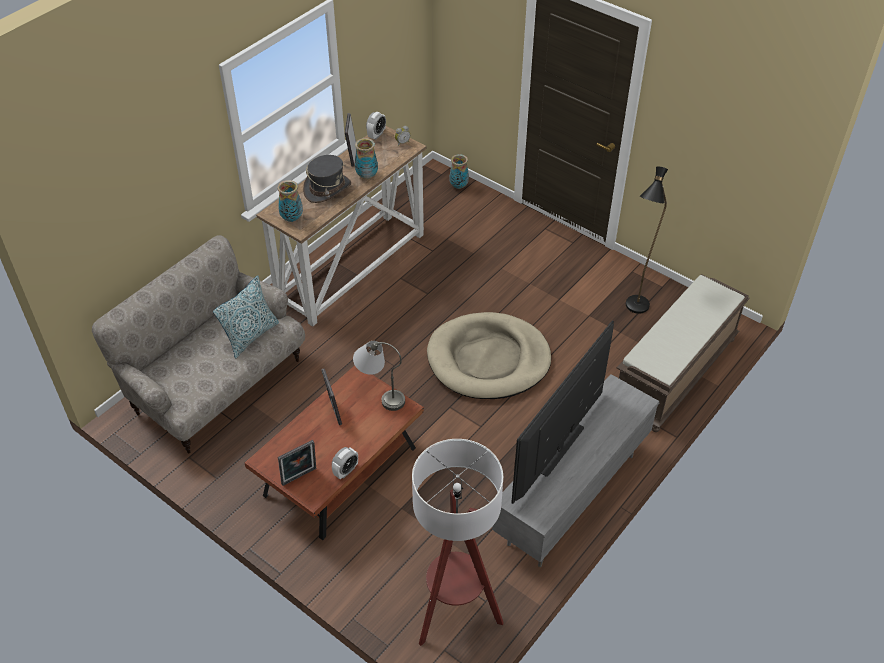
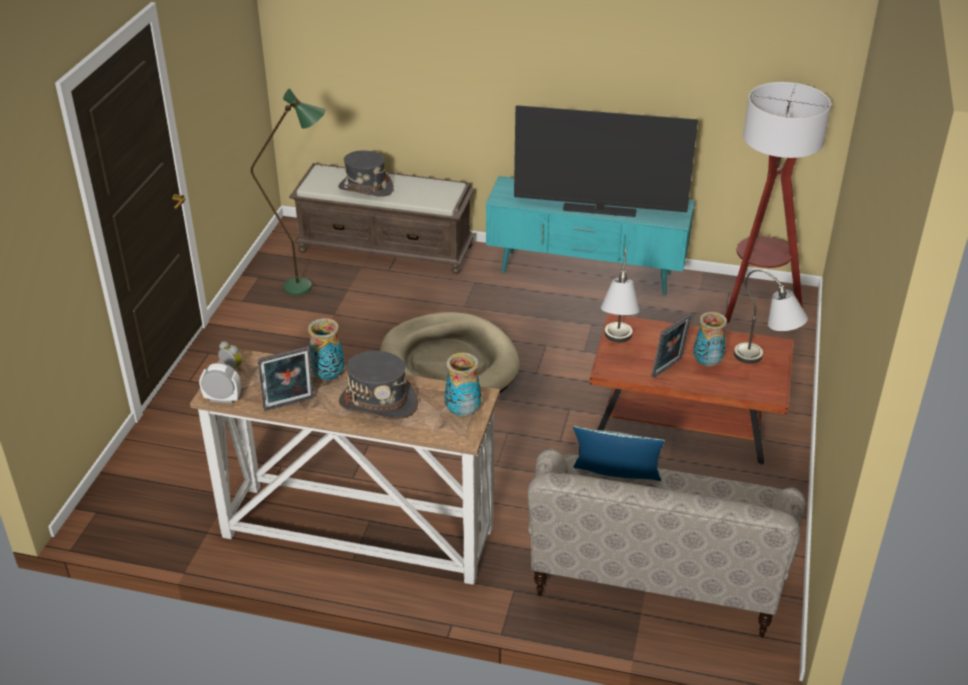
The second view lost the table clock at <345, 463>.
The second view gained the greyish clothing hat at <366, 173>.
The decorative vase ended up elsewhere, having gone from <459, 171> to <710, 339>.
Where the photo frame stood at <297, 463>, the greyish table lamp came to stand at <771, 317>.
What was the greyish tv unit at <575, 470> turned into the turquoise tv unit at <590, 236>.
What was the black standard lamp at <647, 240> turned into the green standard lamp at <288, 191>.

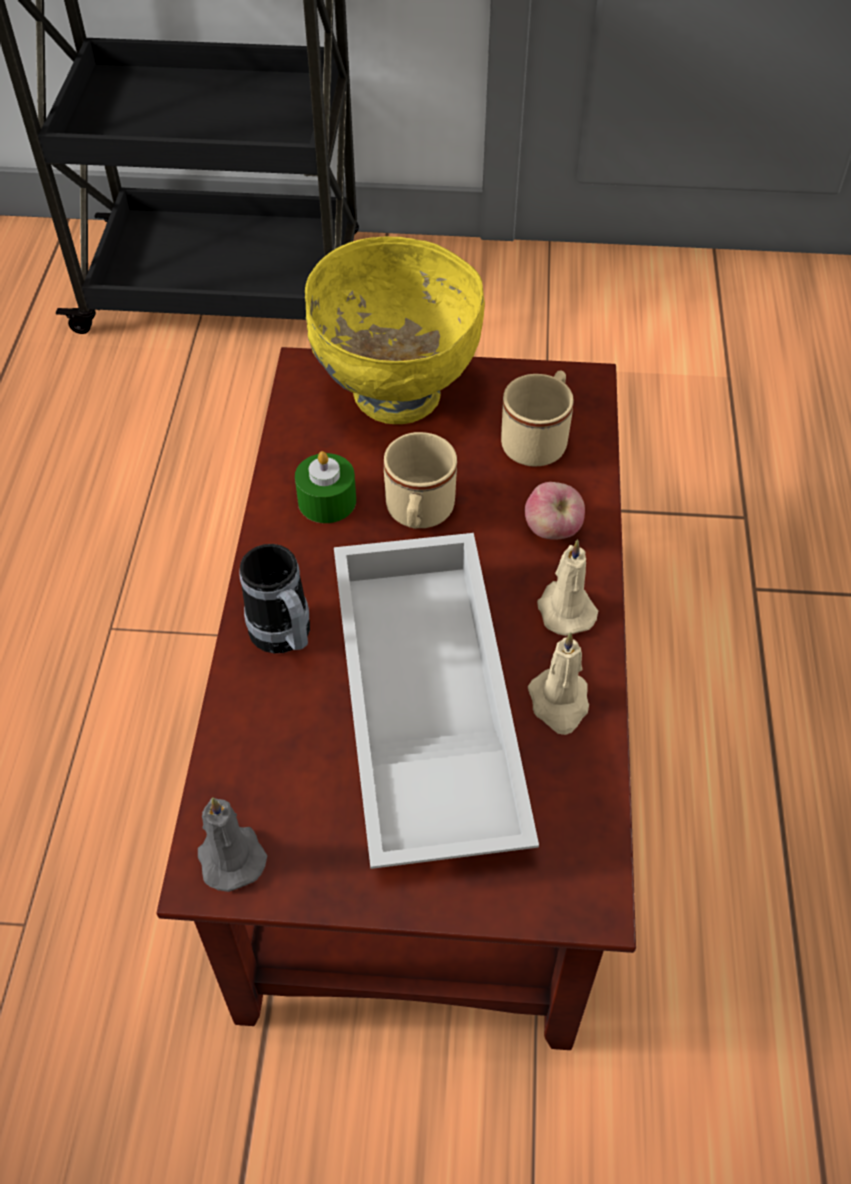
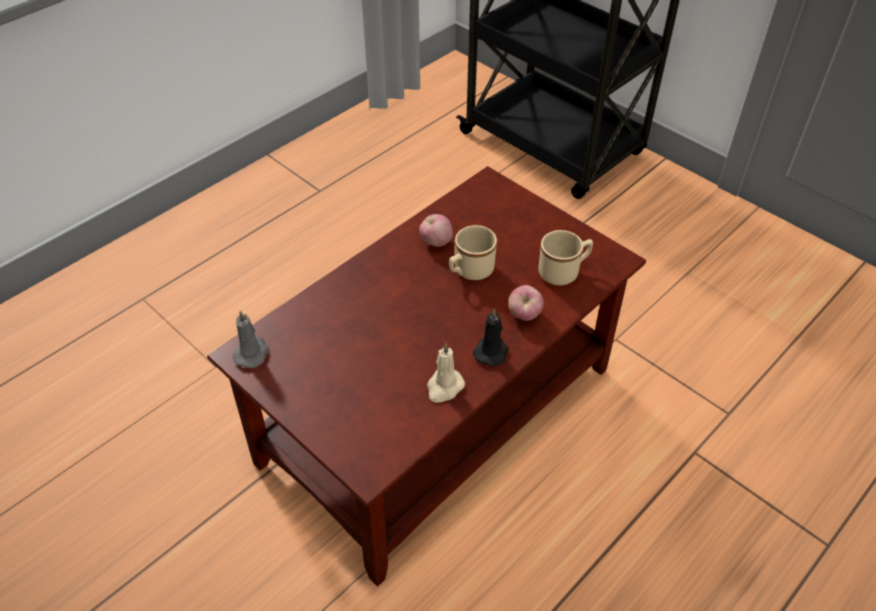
The second view lost the tea mug at <275, 598>.
The second view lost the yellow bowl at <395, 330>.
The second view lost the white-coloured serving tray at <436, 701>.
Where the green wax light stood at <325, 487>, the apple fruit came to stand at <436, 230>.
What was the beige wax light at <567, 587> turned into the black wax light at <490, 337>.

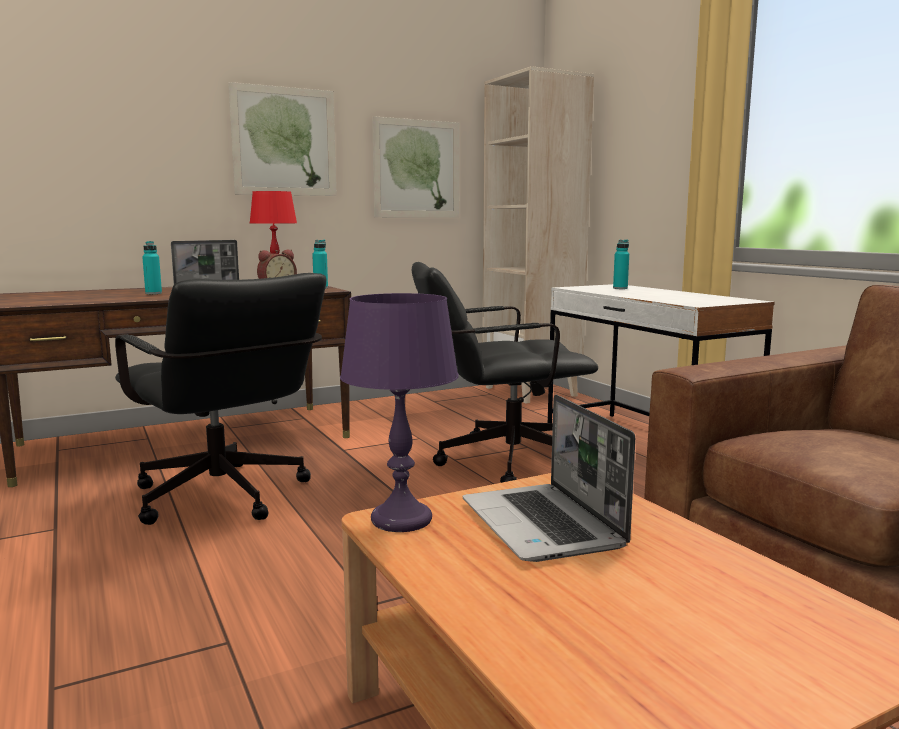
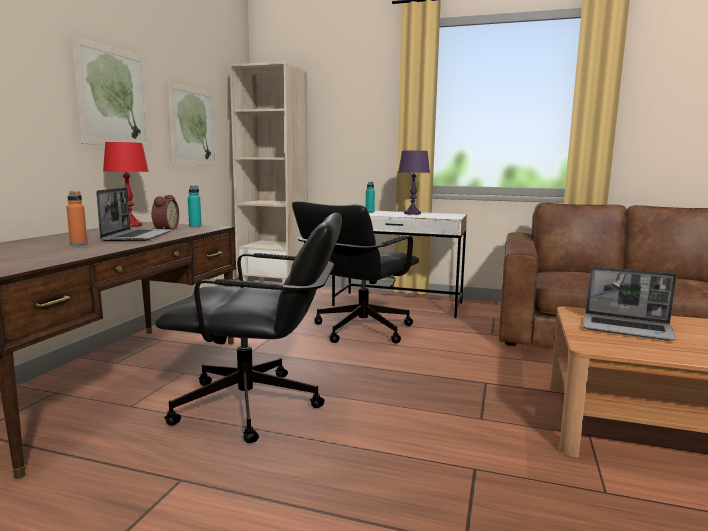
The purple-coloured table lamp ended up elsewhere, having gone from <399, 412> to <414, 183>.
What was the turquoise beverage bottle at <152, 267> turned into the orange beverage bottle at <77, 218>.

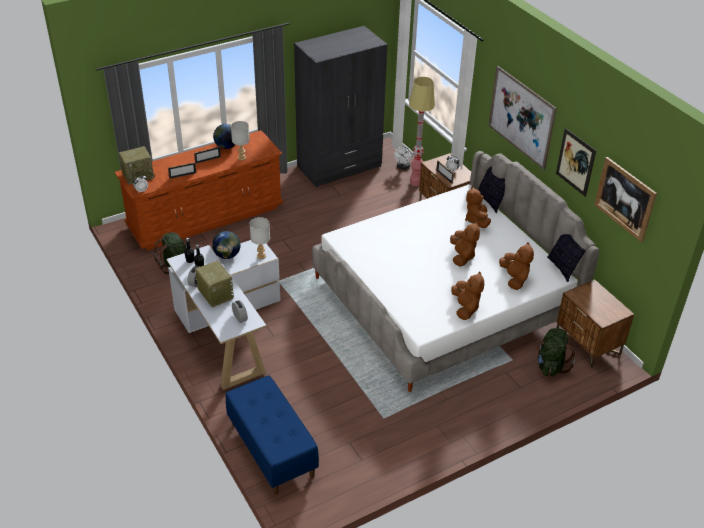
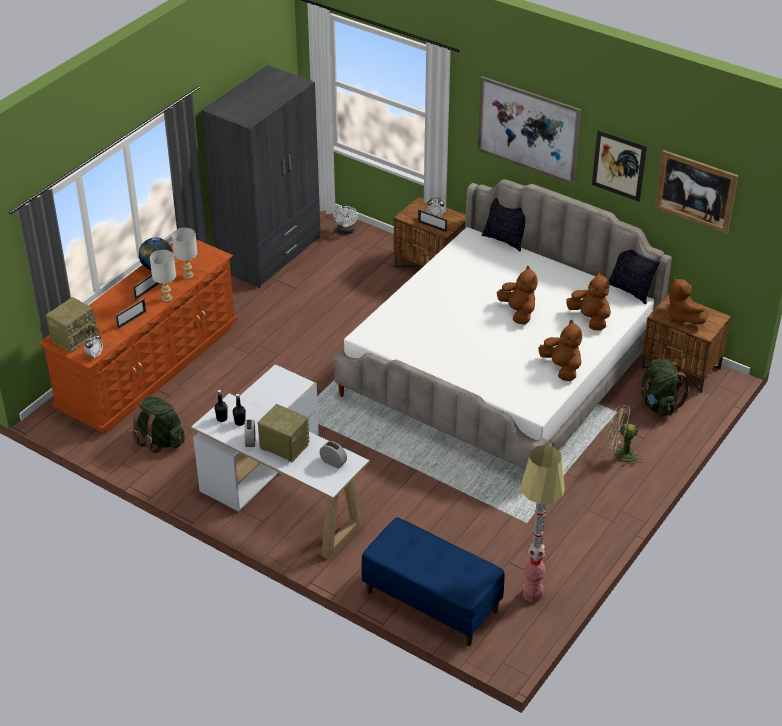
The second view lost the globe at <226, 245>.
The second view gained the green electric fan at <625, 436>.
The greyish table lamp ended up elsewhere, having gone from <260, 238> to <163, 276>.
The standard lamp ended up elsewhere, having gone from <422, 131> to <543, 524>.
The brownish soft toy ended up elsewhere, having gone from <478, 207> to <688, 300>.

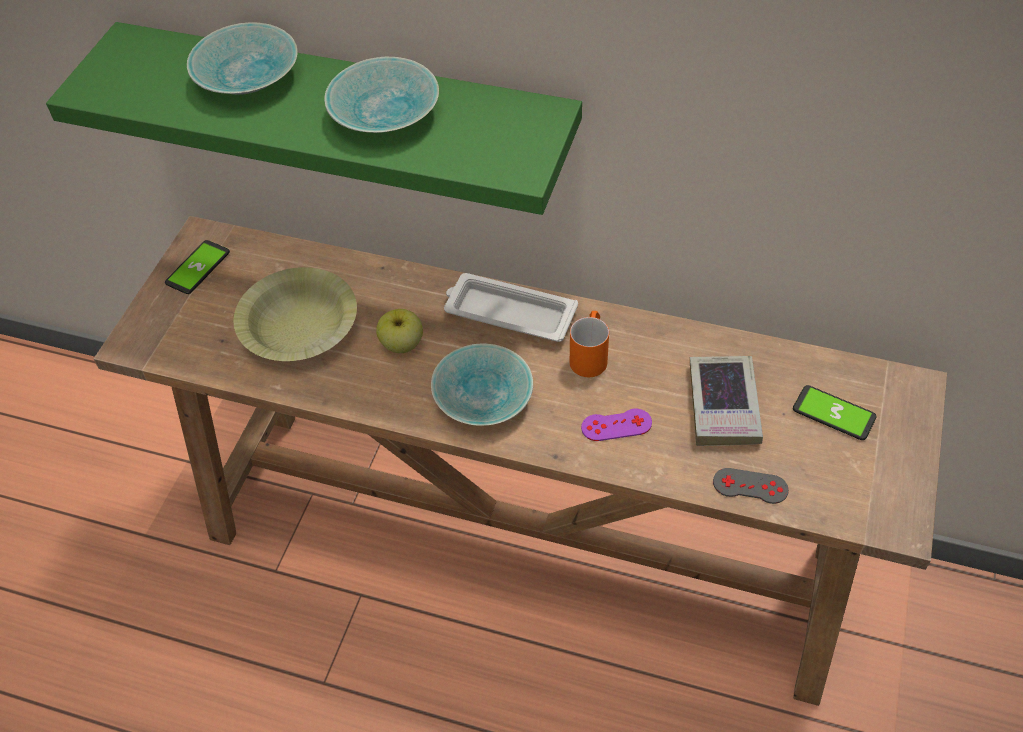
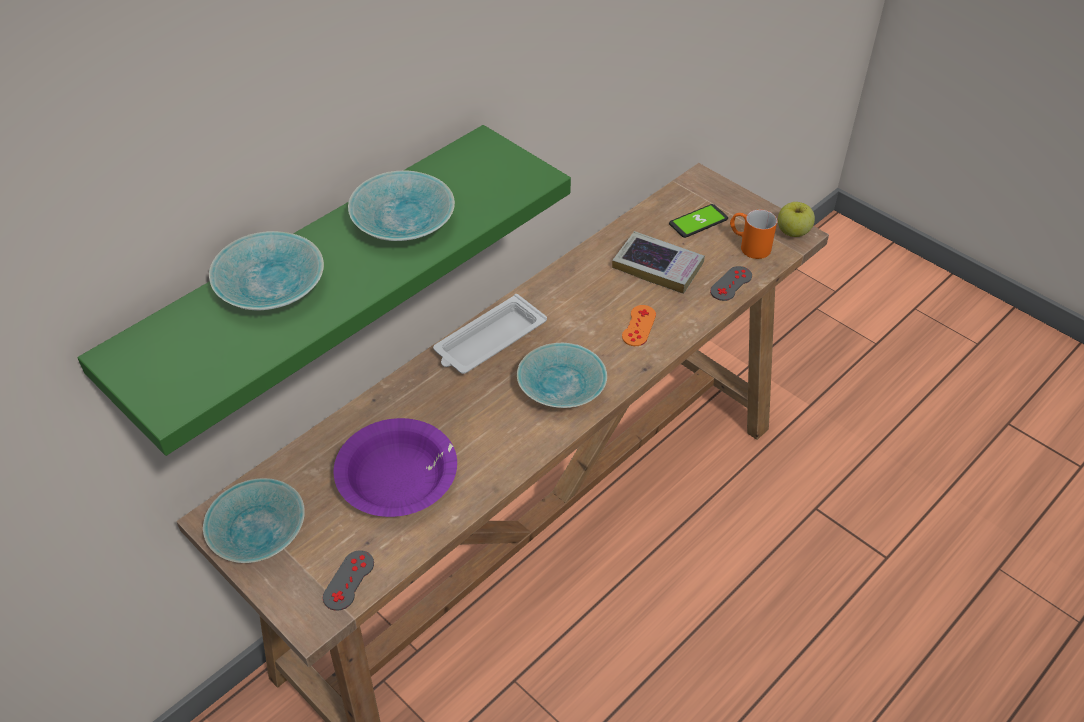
The second view gained the greyish game controller at <348, 580>.
The apple fruit ended up elsewhere, having gone from <399, 331> to <796, 219>.
The orange tea mug ended up elsewhere, having gone from <589, 344> to <753, 234>.
Where the handset stood at <197, 267>, the turquoise bowl came to stand at <254, 520>.
What was the yellow bowl at <295, 314> turned into the purple-coloured bowl at <395, 467>.
What was the purple-coloured game controller at <616, 425> turned into the orange game controller at <639, 325>.

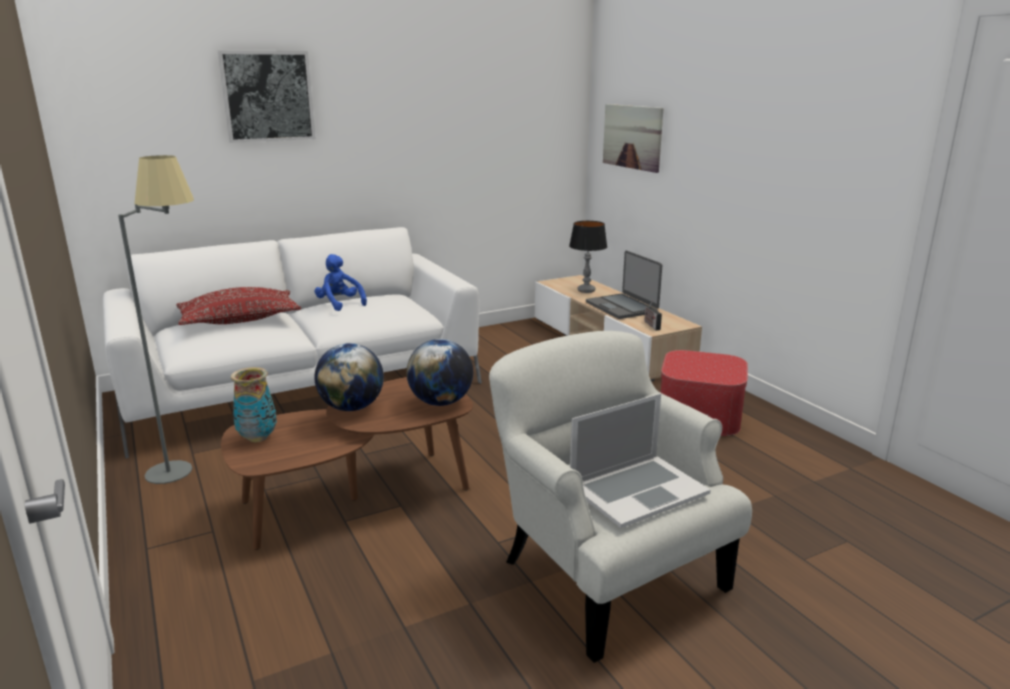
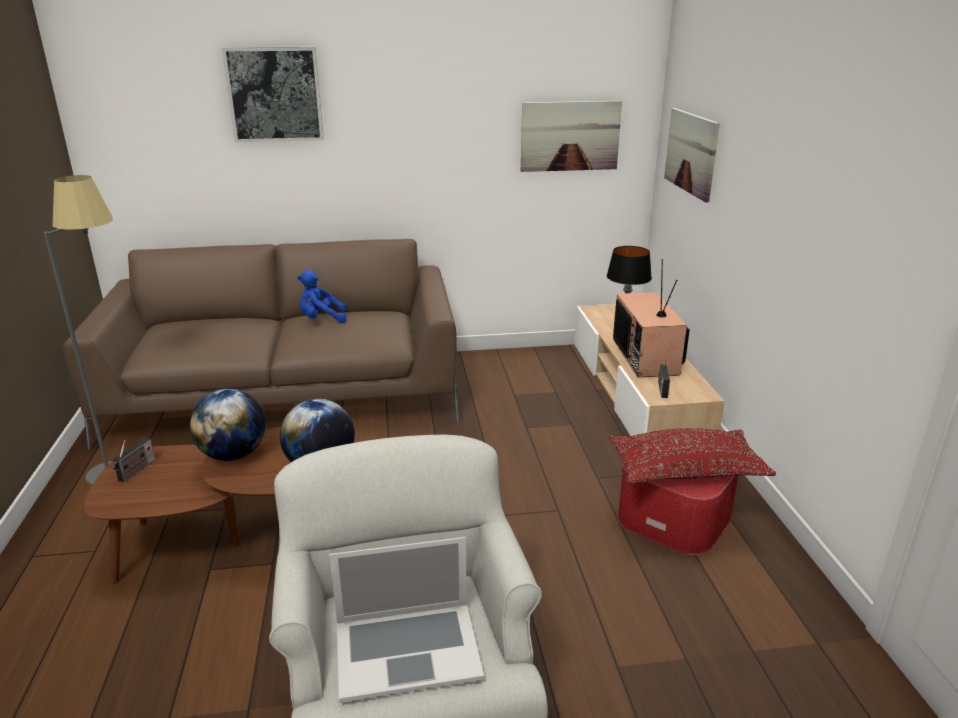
The second view gained the picture at <571, 136>.
The red-coloured throw pillow ended up elsewhere, having gone from <238, 306> to <692, 456>.
Where the decorative vase stood at <254, 404>, the radio came to stand at <133, 460>.
Where the portable computer stood at <624, 284>, the TV came to stand at <651, 318>.
What was the white-coloured settee at <292, 342> turned into the brownish settee at <261, 344>.
The blue-coloured soft toy at <341, 282> ended up facing another way, 75 degrees counterclockwise from before.

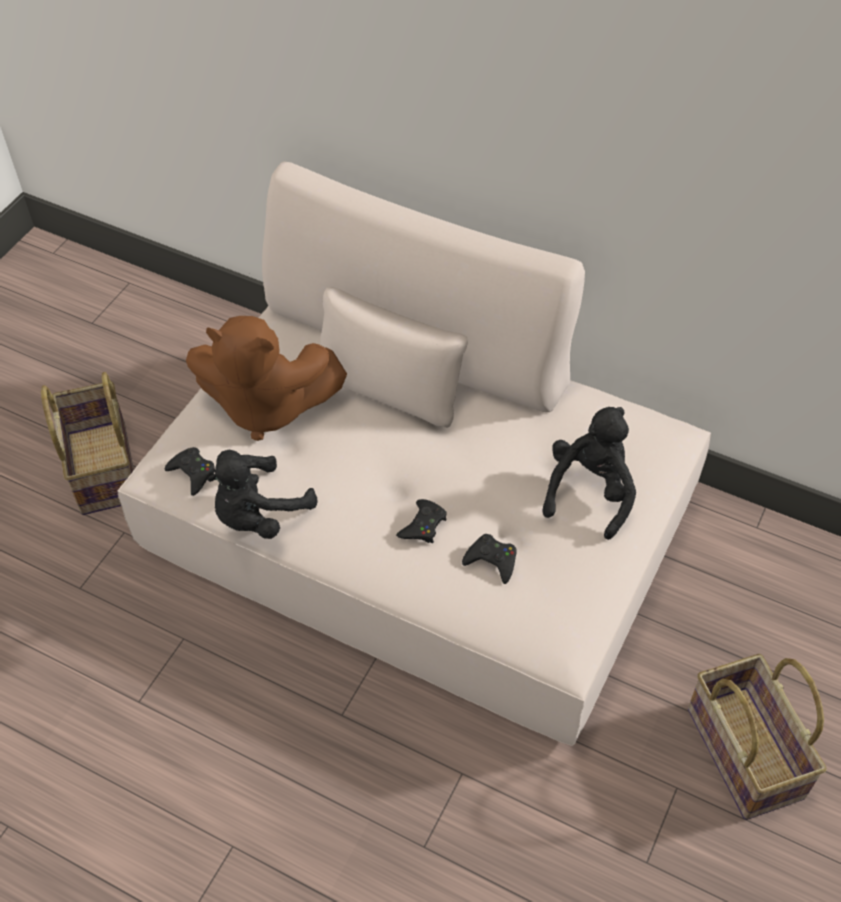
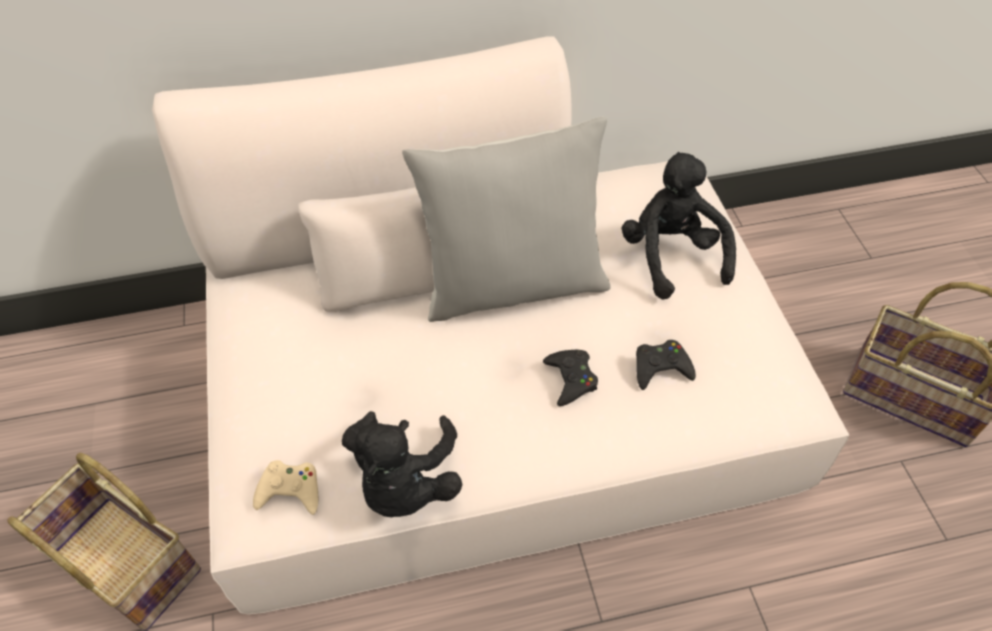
The second view lost the brownish soft toy at <266, 378>.
The second view gained the greyish throw pillow at <506, 219>.
What was the black game controller at <190, 471> turned into the beige game controller at <286, 487>.

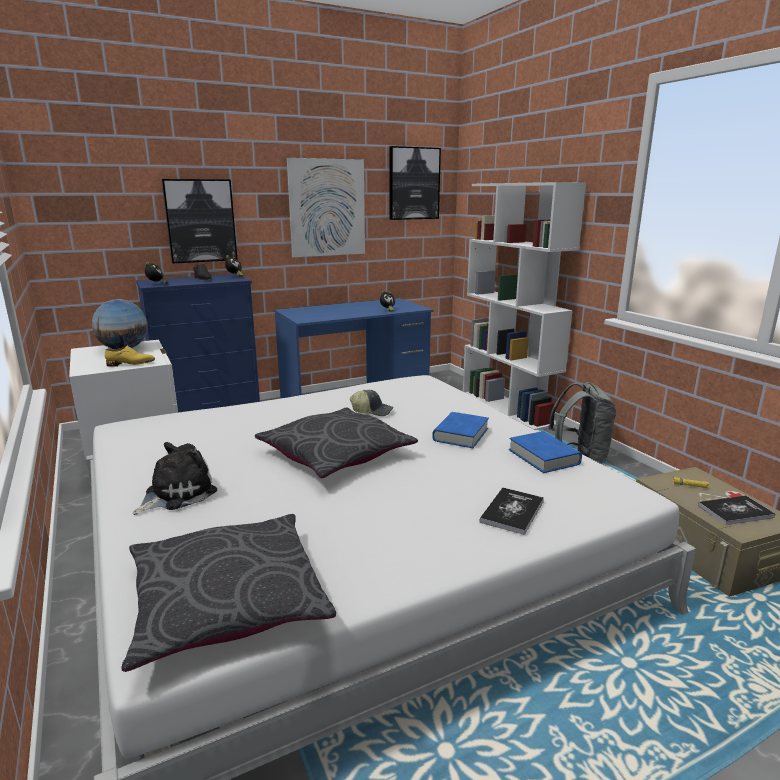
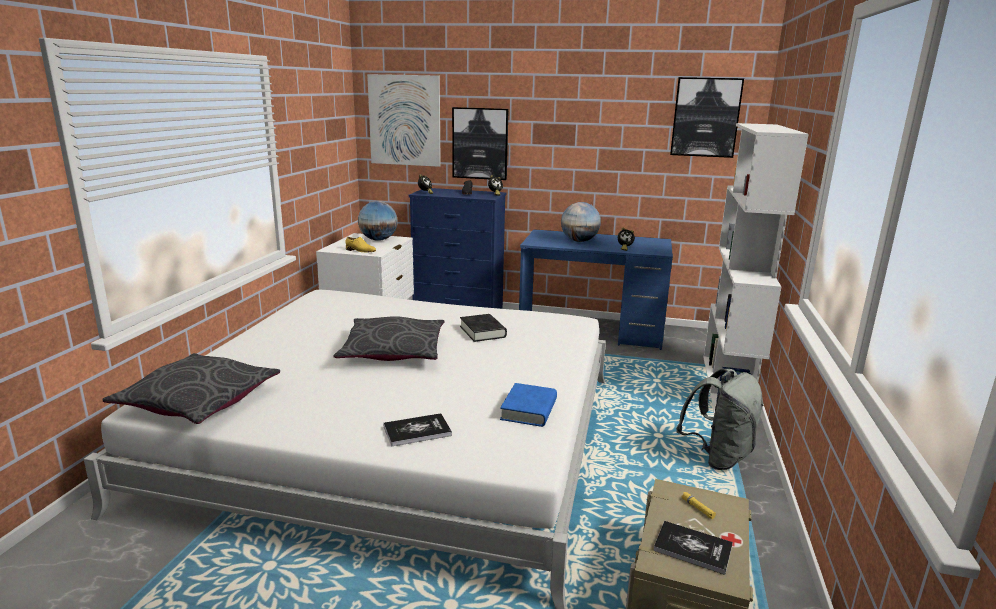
The second view lost the soft toy at <175, 478>.
The second view lost the blue-coloured book at <460, 430>.
The second view gained the globe at <581, 222>.
The picture ended up elsewhere, having gone from <326, 207> to <404, 120>.
Where the cap stood at <372, 403>, the black book came to stand at <483, 328>.

